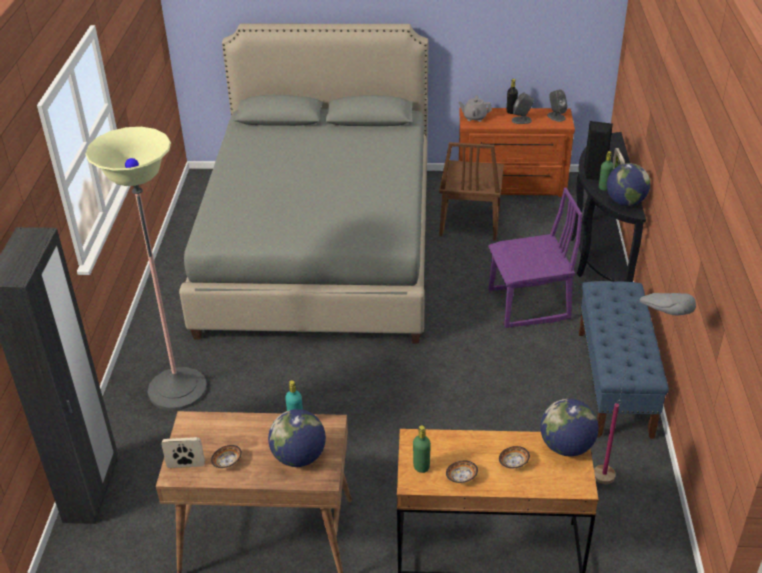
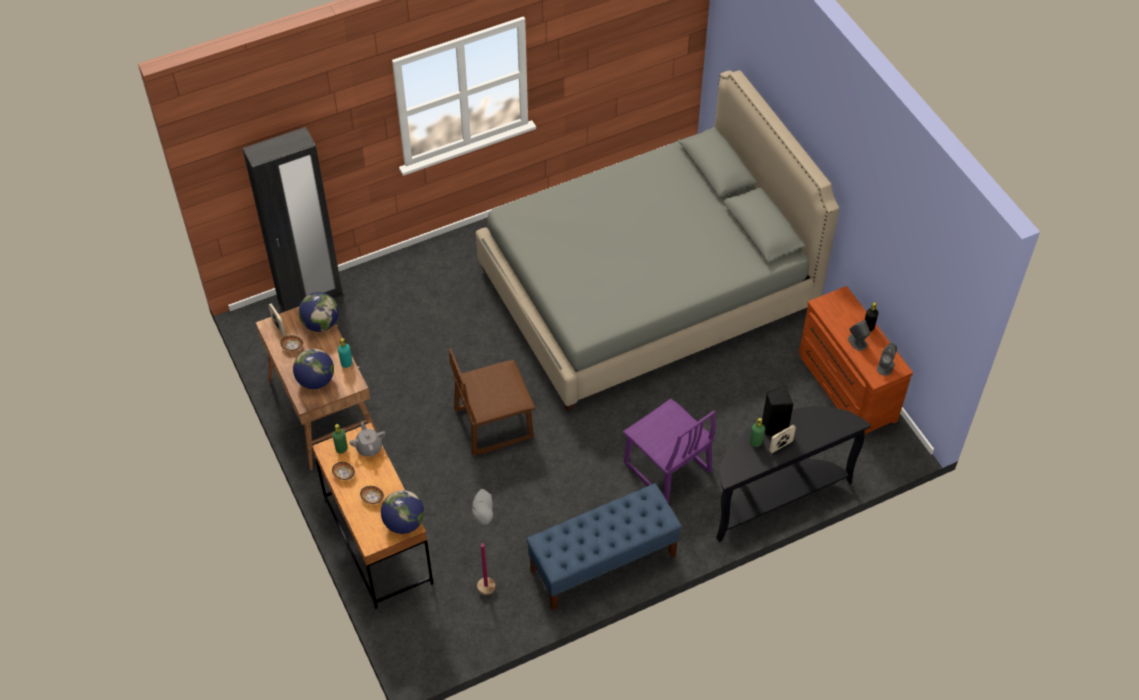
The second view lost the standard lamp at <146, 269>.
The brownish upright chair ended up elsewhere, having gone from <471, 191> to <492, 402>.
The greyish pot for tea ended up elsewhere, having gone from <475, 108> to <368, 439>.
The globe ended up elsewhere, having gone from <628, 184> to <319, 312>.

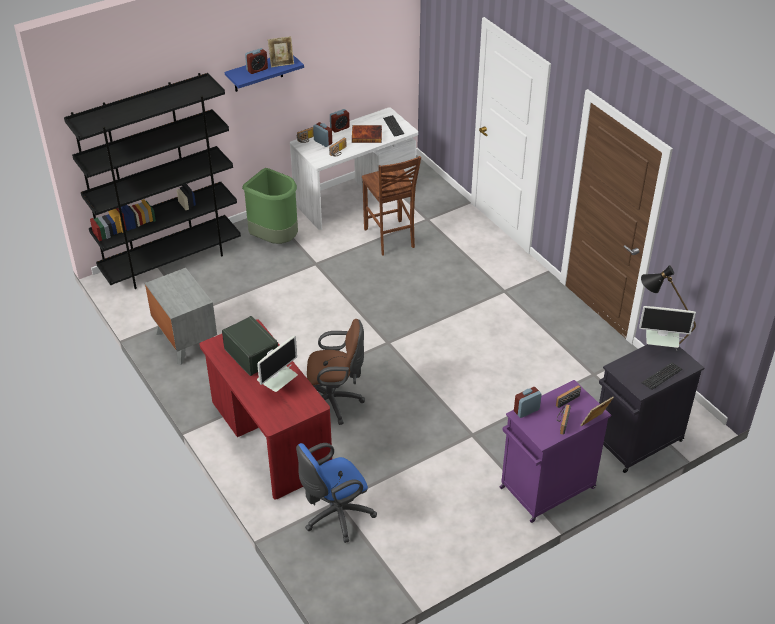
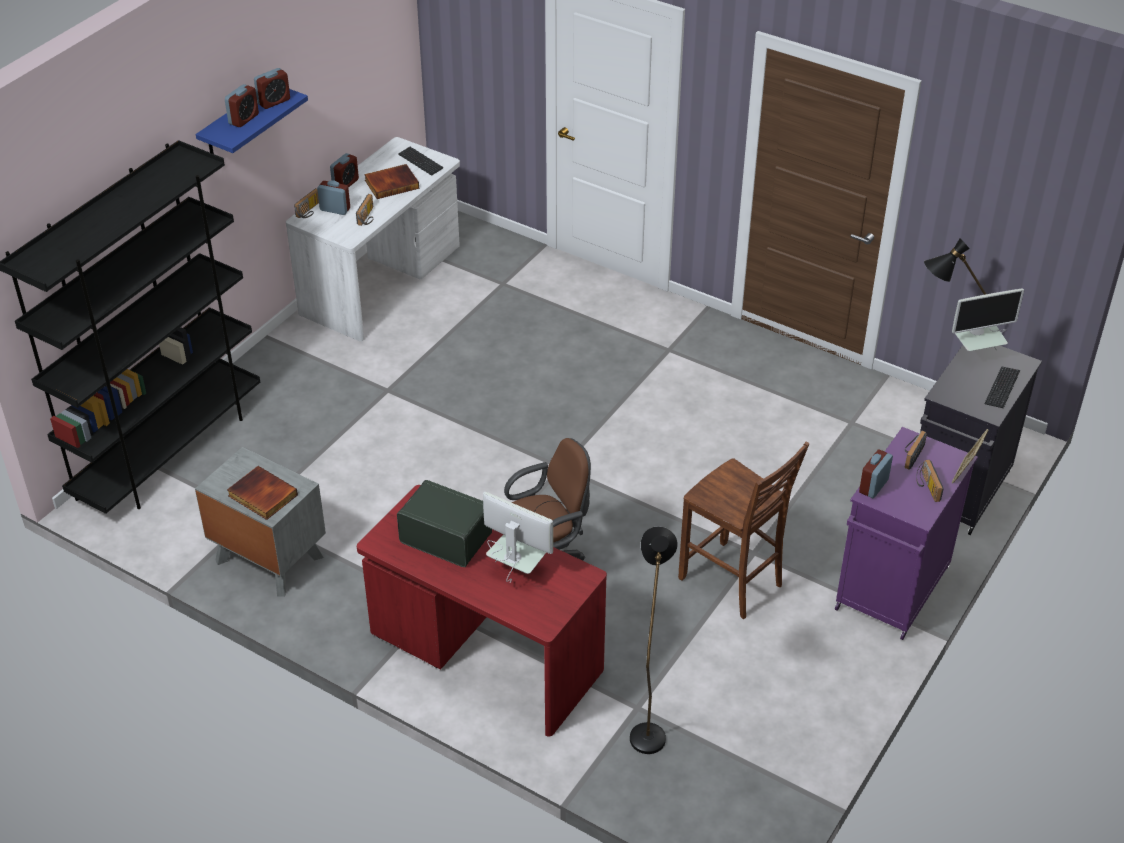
The second view lost the green trash can at <270, 206>.
The second view gained the book at <262, 493>.
The brownish upright chair ended up elsewhere, having gone from <391, 206> to <744, 530>.
Where the photo frame stood at <281, 51>, the table clock came to stand at <272, 88>.
Where the blue-coloured computer chair stood at <336, 493>, the black standard lamp came to stand at <654, 640>.
The computer screen at <277, 364> ended up facing another way, 75 degrees counterclockwise from before.

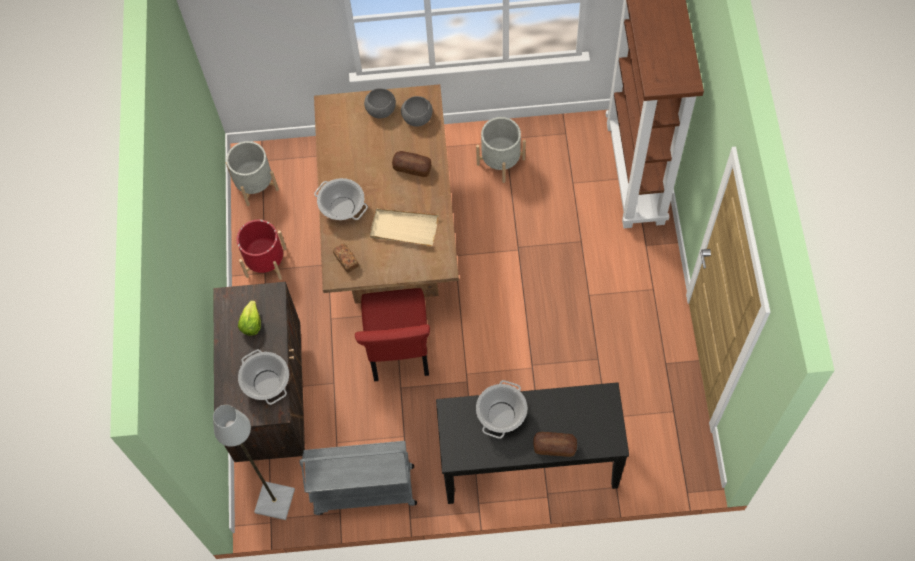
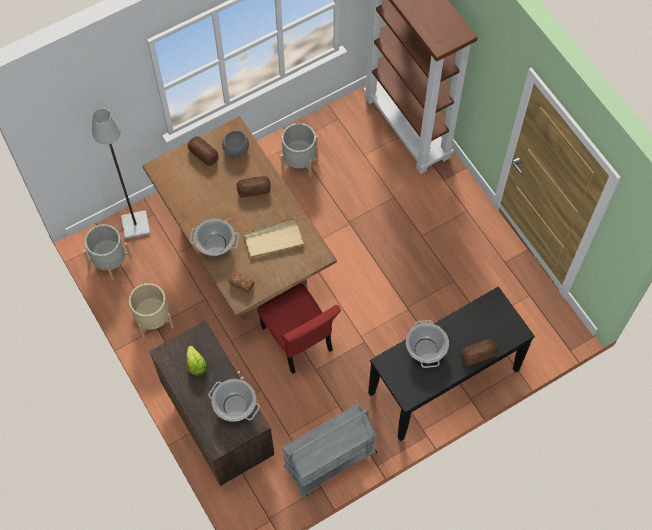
The greyish standard lamp ended up elsewhere, having gone from <254, 462> to <121, 173>.
Where the greyish bowl stood at <380, 103>, the bread came to stand at <203, 151>.
What was the red-coloured planter at <262, 250> turned into the beige planter at <151, 310>.

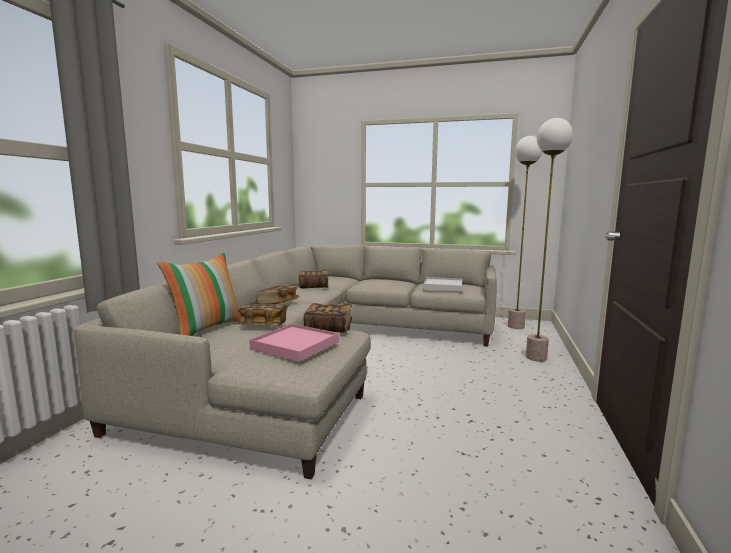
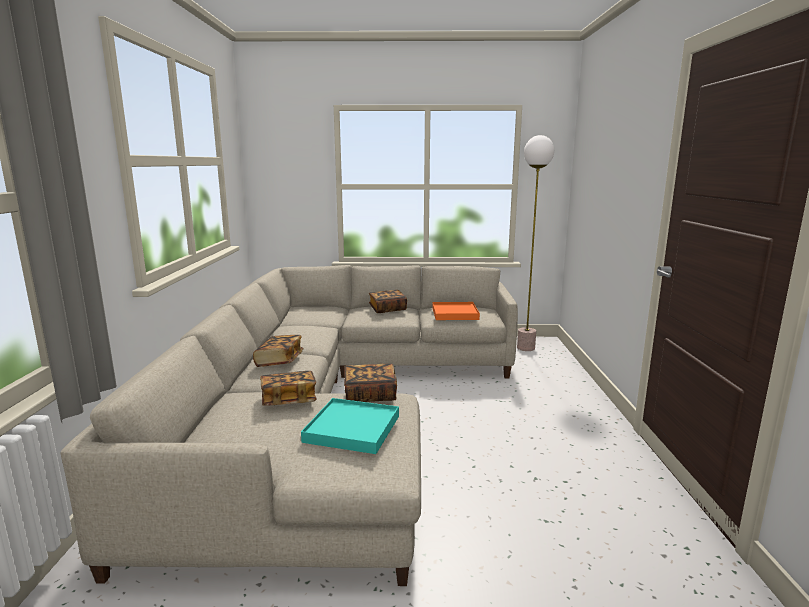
The second view lost the throw pillow at <198, 294>.
The second view lost the standard lamp at <549, 240>.
The book ended up elsewhere, having gone from <313, 279> to <388, 301>.
What was the pink serving tray at <294, 343> turned into the turquoise serving tray at <350, 426>.
What was the white-coloured serving tray at <442, 284> turned into the orange serving tray at <456, 311>.

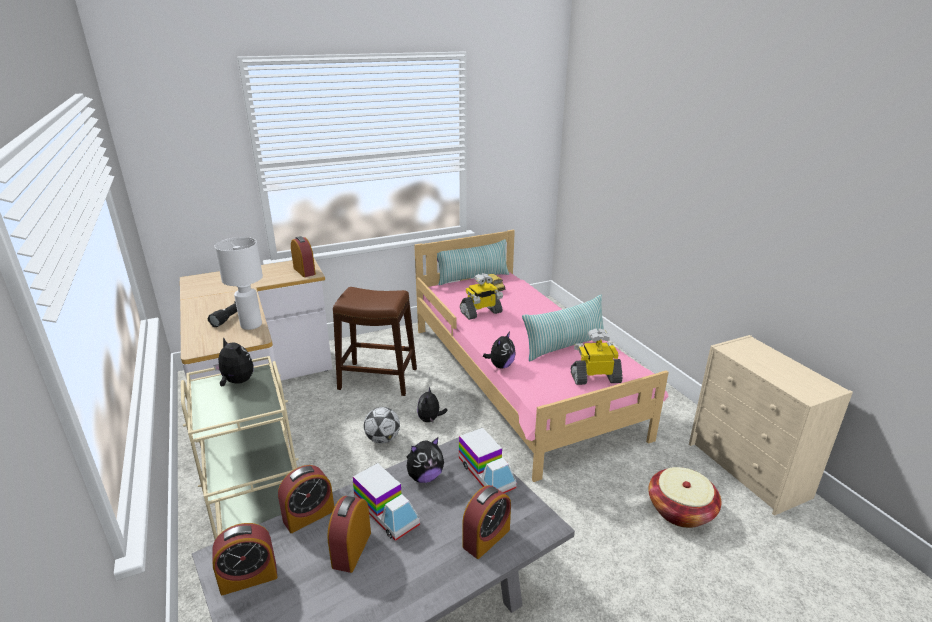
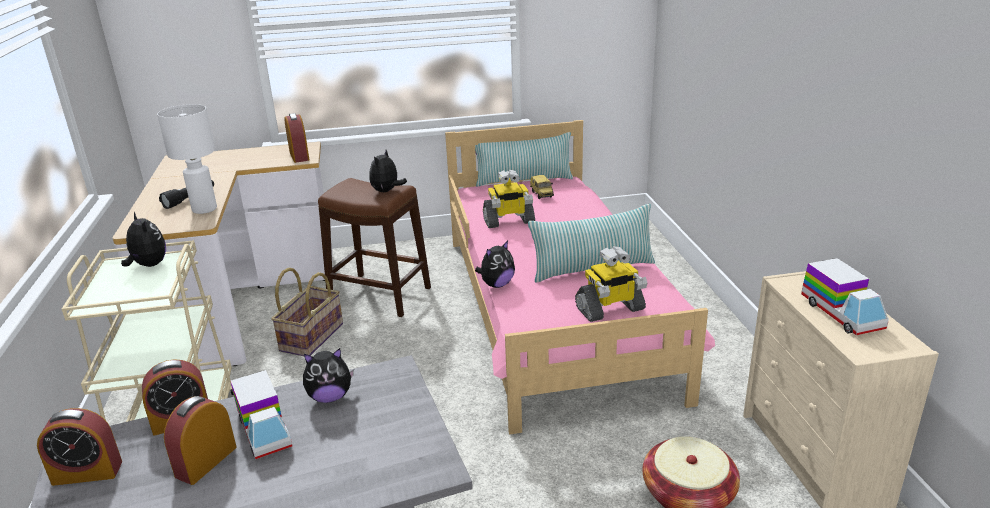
The second view lost the football at <382, 425>.
The second view lost the table clock at <487, 522>.
The second view gained the basket at <307, 312>.
The soft toy ended up elsewhere, having gone from <432, 404> to <388, 171>.
The model truck ended up elsewhere, having gone from <488, 460> to <844, 296>.
The robot figure at <597, 357> ended up facing another way, 150 degrees clockwise from before.

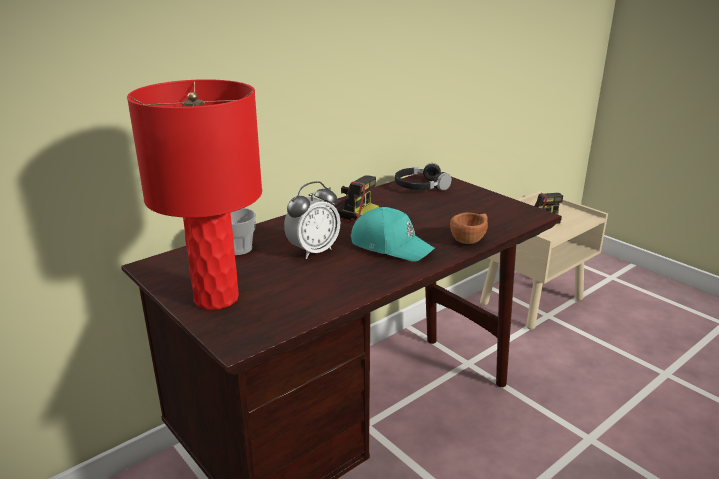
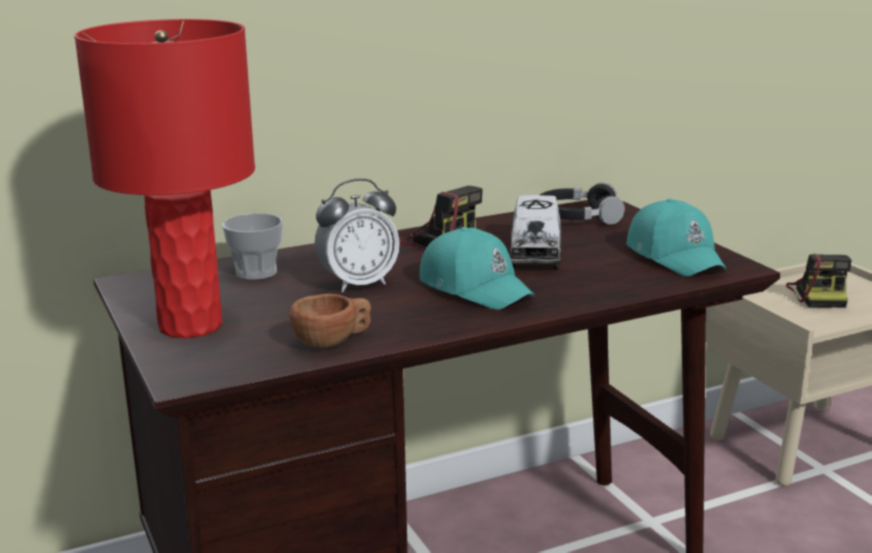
The second view gained the model truck at <535, 232>.
The second view gained the turquoise cap at <676, 237>.
The brownish cup ended up elsewhere, having gone from <469, 228> to <330, 321>.

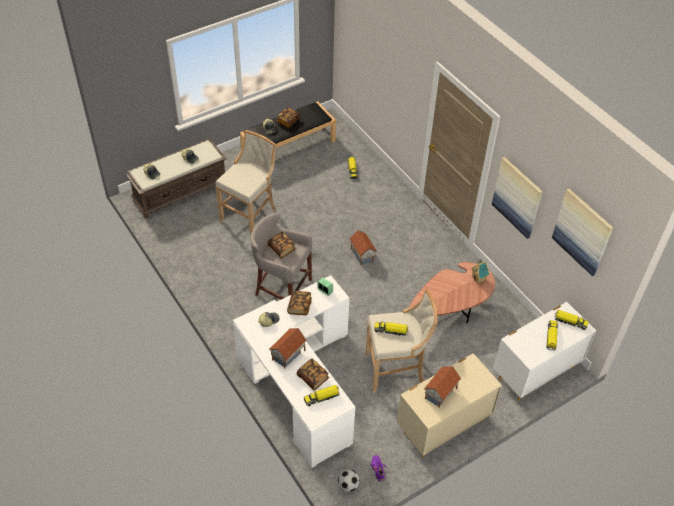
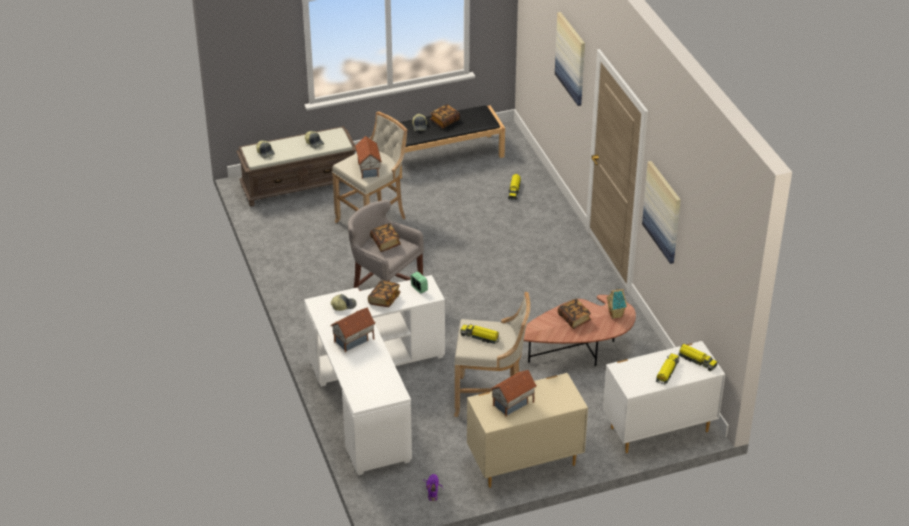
The second view lost the model truck at <321, 395>.
The second view lost the football at <349, 480>.
The book ended up elsewhere, having gone from <313, 374> to <574, 313>.
The toy house ended up elsewhere, having gone from <363, 247> to <368, 157>.
The picture ended up elsewhere, having gone from <582, 232> to <570, 59>.

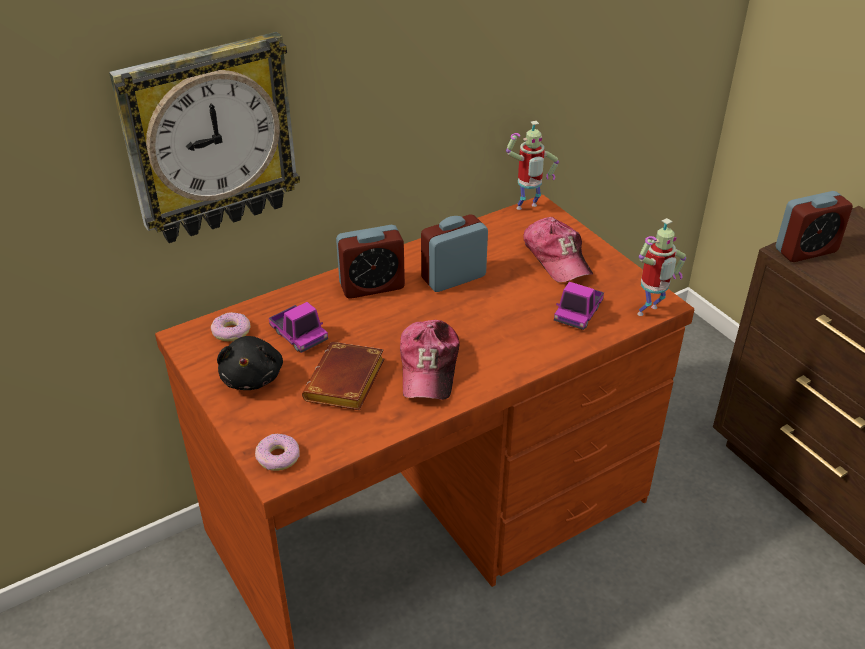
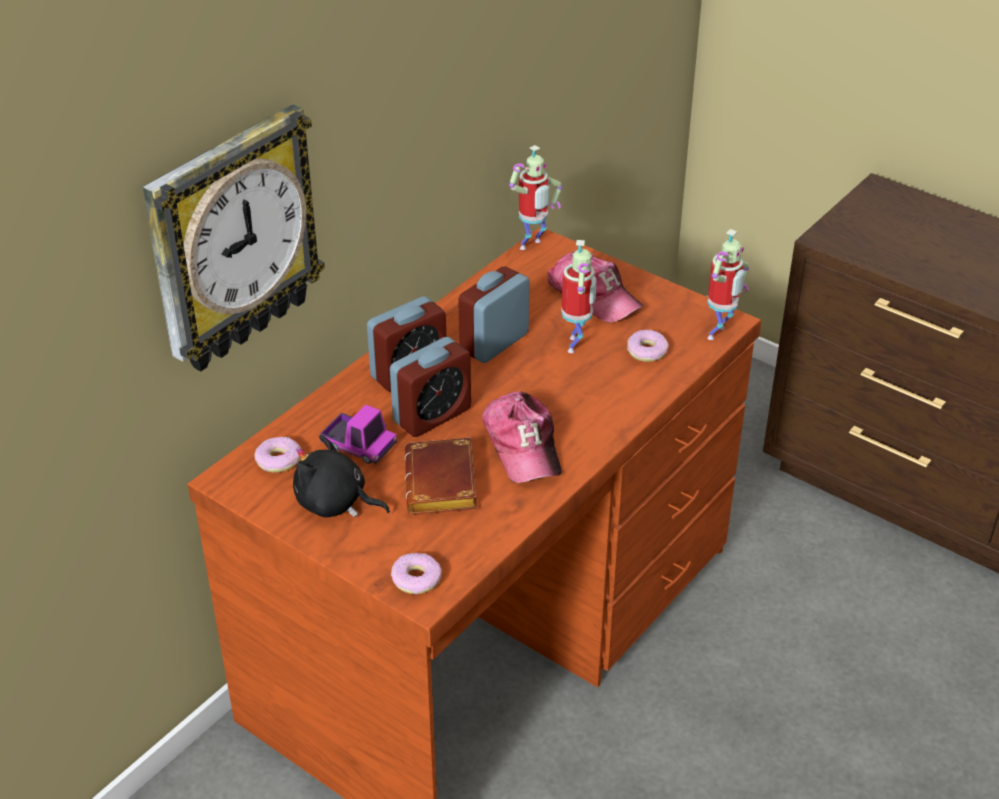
The second view gained the robot figure at <578, 296>.
The table clock ended up elsewhere, having gone from <814, 226> to <430, 387>.
Where the model truck stood at <579, 306>, the donut came to stand at <648, 346>.
The black soft toy at <250, 363> ended up facing another way, 135 degrees clockwise from before.

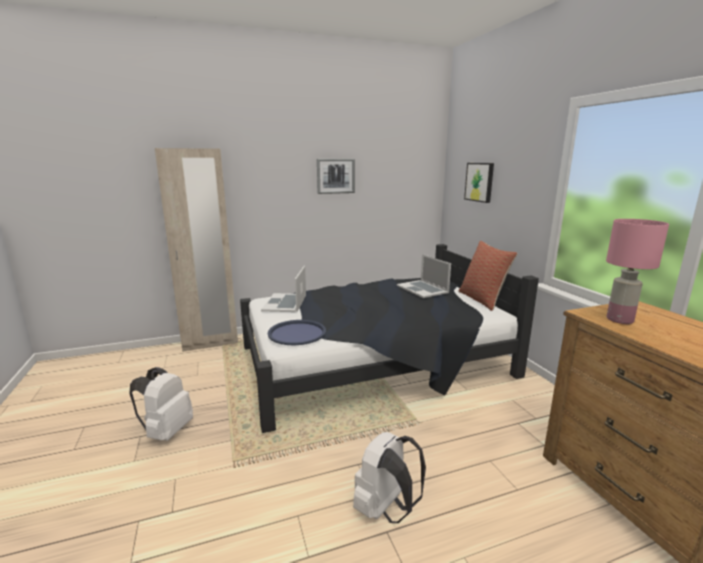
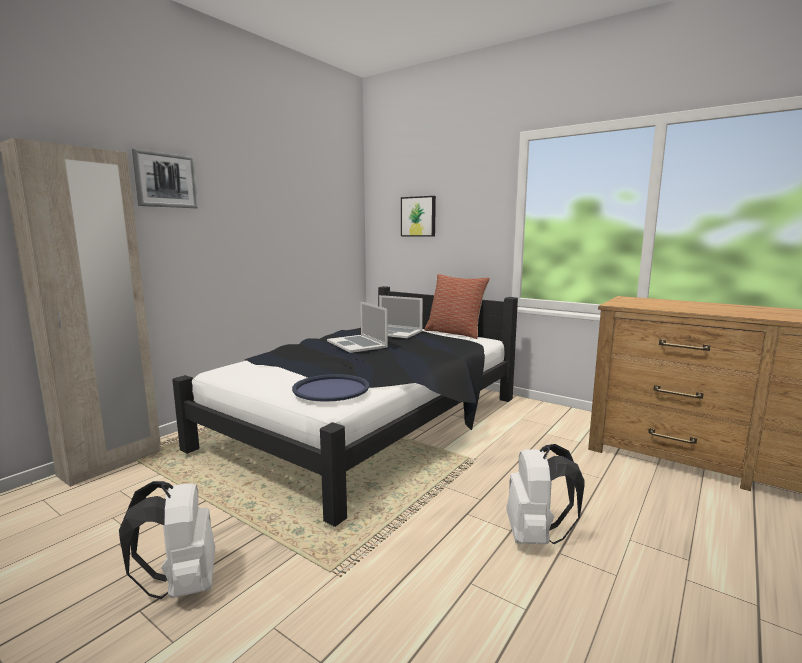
The second view lost the pink table lamp at <637, 271>.
The portable computer ended up elsewhere, having gone from <283, 289> to <357, 327>.
The picture ended up elsewhere, having gone from <336, 176> to <165, 178>.

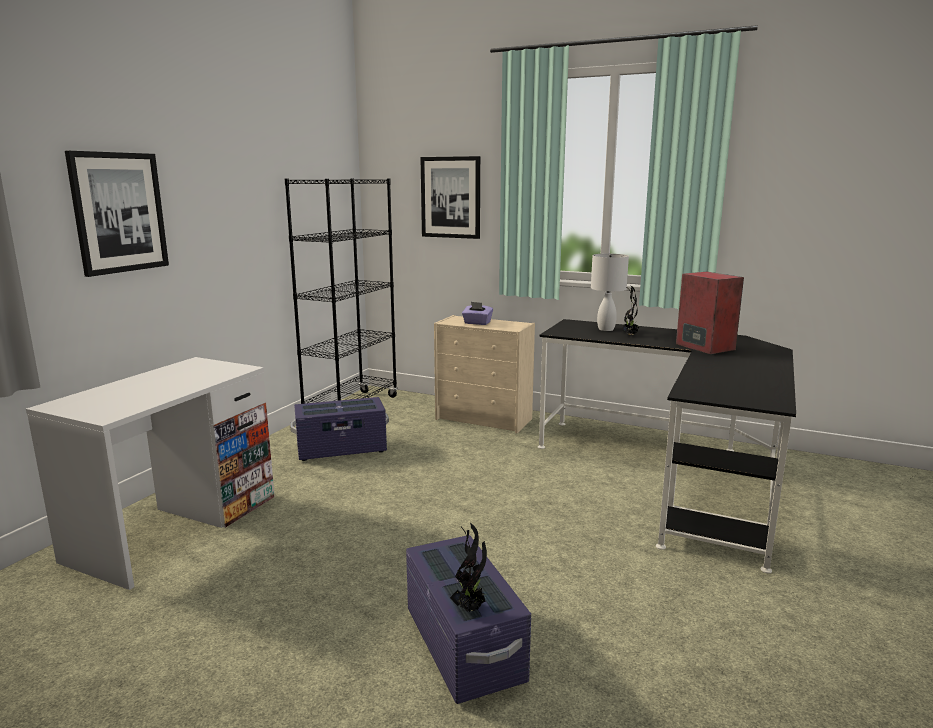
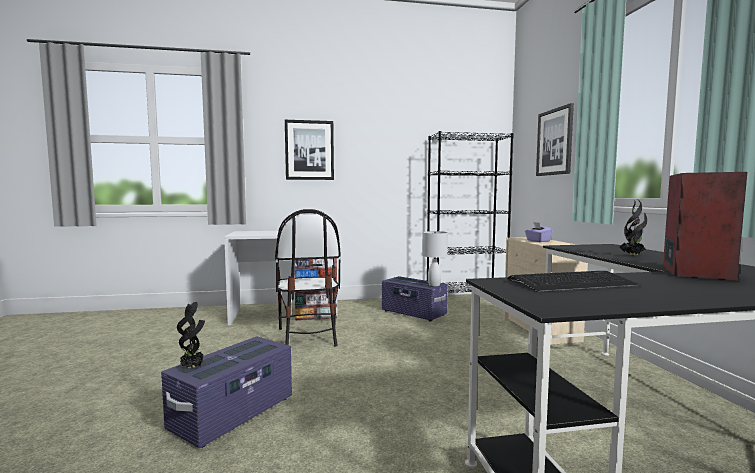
The second view gained the upright chair at <308, 278>.
The second view gained the computer keyboard at <573, 281>.
The white-coloured table lamp ended up elsewhere, having gone from <610, 292> to <435, 258>.

